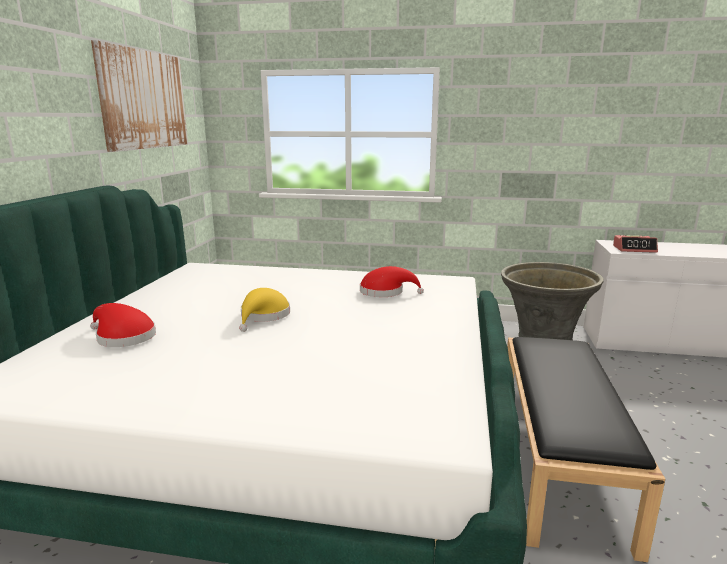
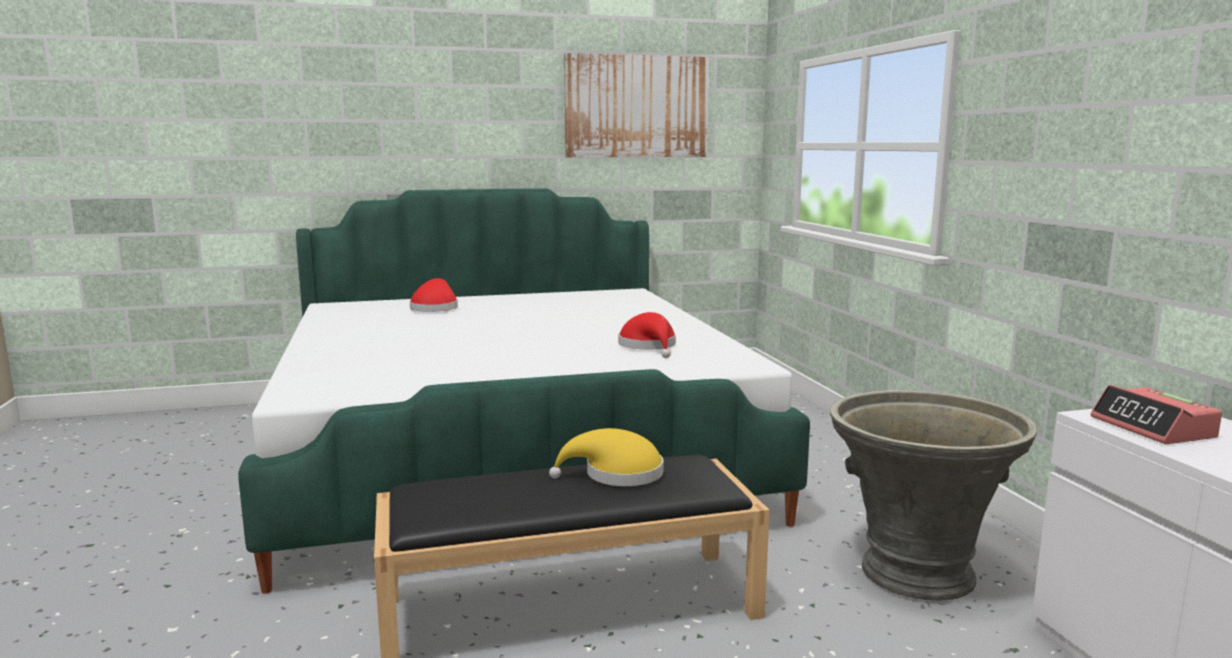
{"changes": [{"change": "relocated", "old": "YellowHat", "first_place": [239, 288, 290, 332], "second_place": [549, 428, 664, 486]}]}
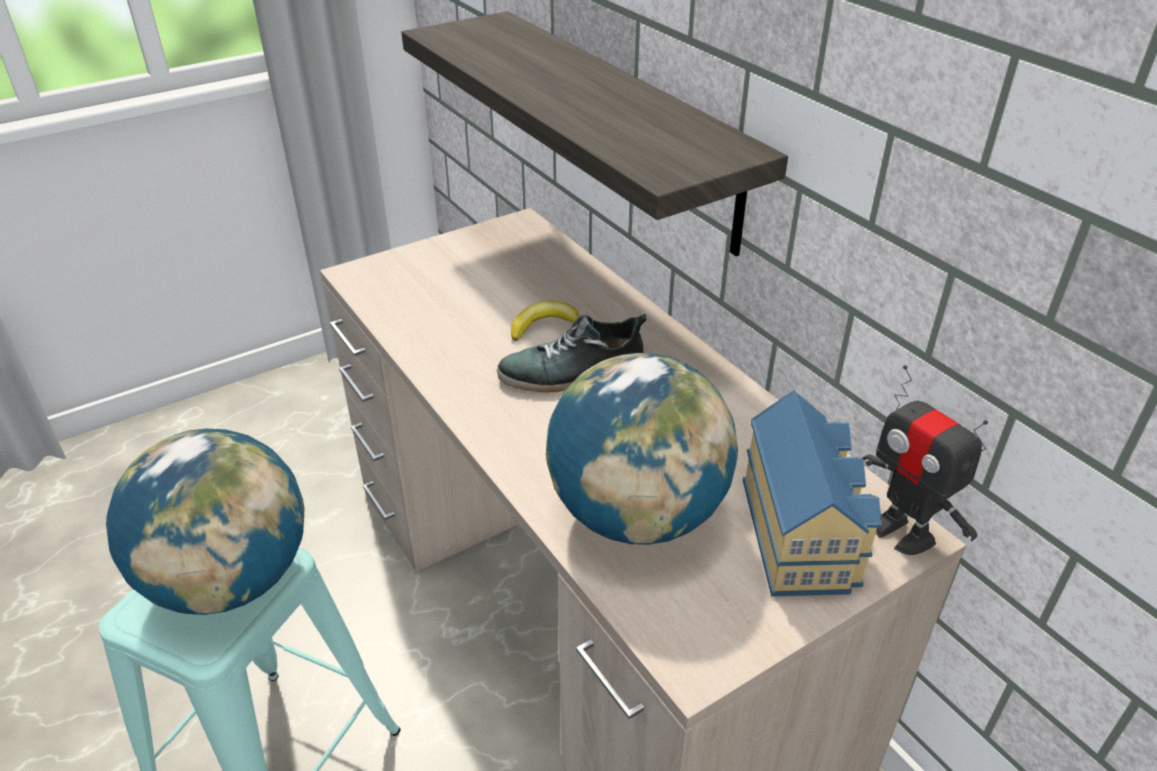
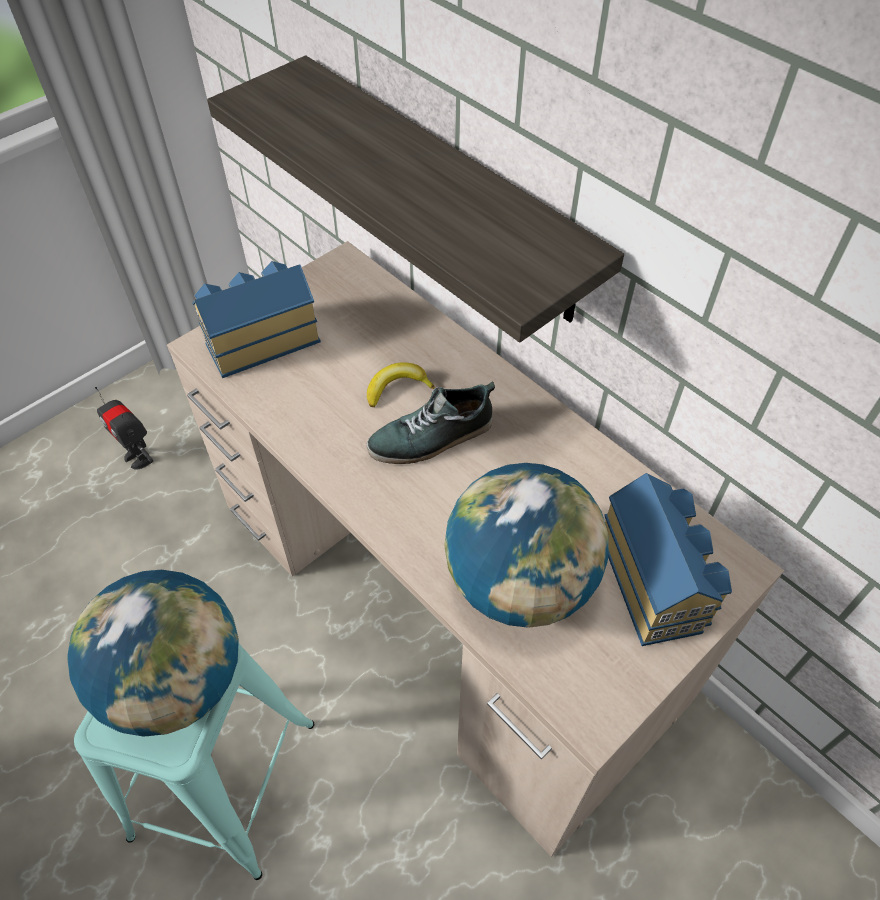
{"changes": [{"change": "appeared", "new": "ToyHouse", "second_place": [192, 261, 321, 378]}, {"change": "relocated", "old": "ToyRobot", "first_place": [862, 365, 988, 555], "second_place": [95, 387, 153, 470]}]}
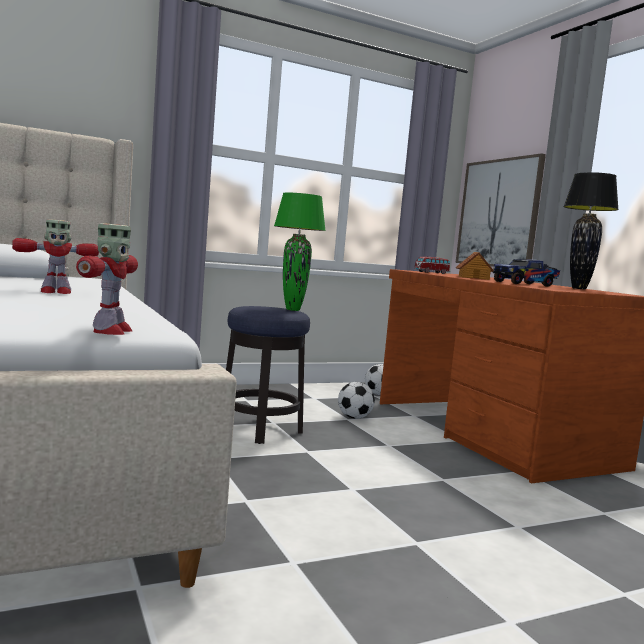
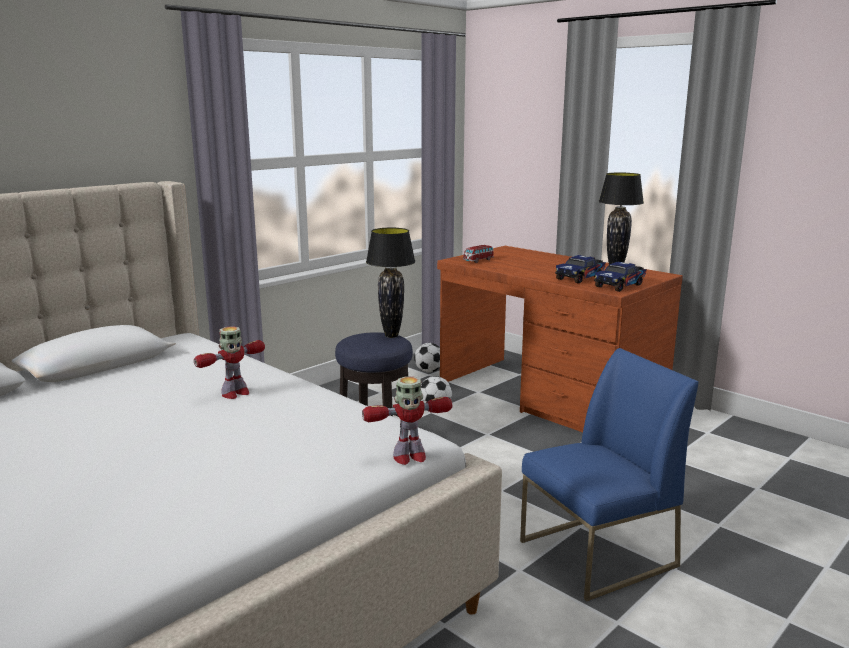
{"changes": [{"change": "missing", "old": "Picture", "first_place": [455, 153, 546, 267]}, {"change": "missing", "old": "ToyHouse", "first_place": [456, 252, 494, 280]}, {"change": "appeared", "new": "BlueChair", "second_place": [520, 348, 698, 601]}, {"change": "appeared", "new": "ToyTruck", "second_place": [594, 262, 647, 292]}, {"change": "colour", "old": "GreenTableLamp", "new": "BlackTableLamp", "first_place": [274, 192, 326, 311], "second_place": [366, 228, 415, 338]}, {"change": "spun", "old": "ToyRobot", "first_place": [76, 223, 138, 335], "second_place": [362, 376, 452, 465], "degrees": 90}]}
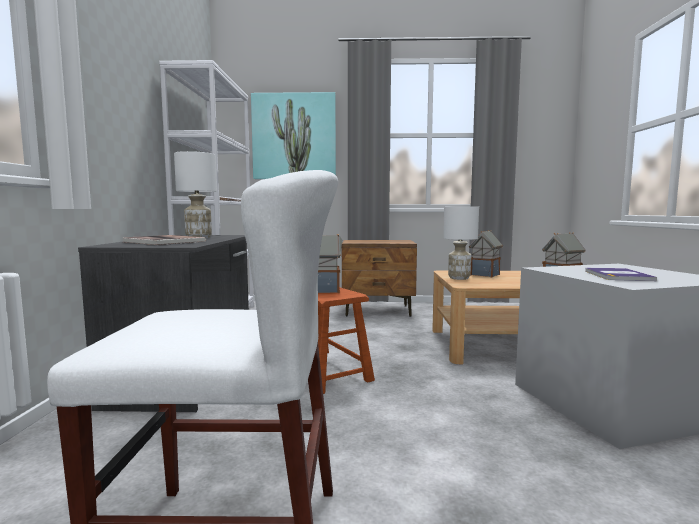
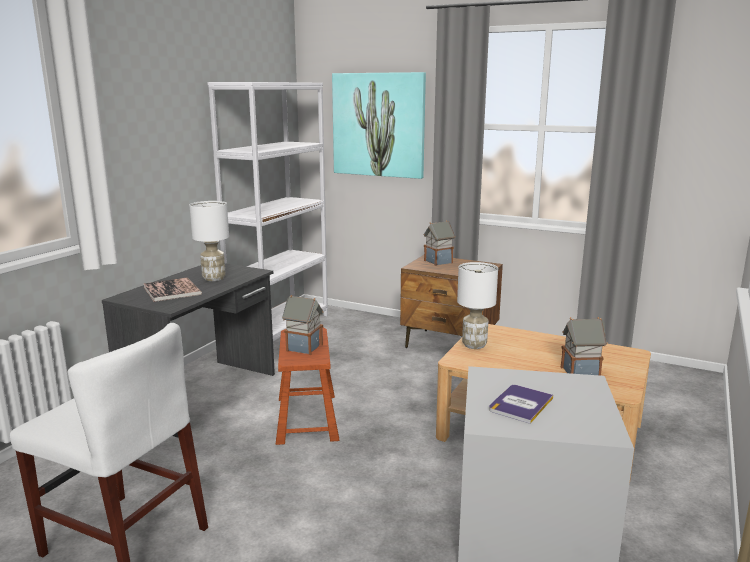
{"changes": [{"change": "relocated", "old": "ToyHouse", "first_place": [469, 230, 503, 278], "second_place": [423, 220, 456, 266]}]}
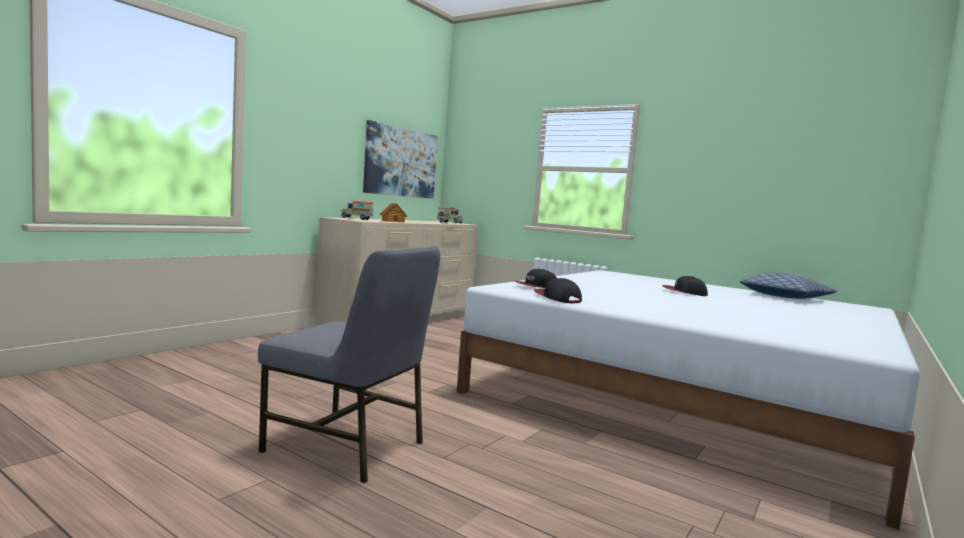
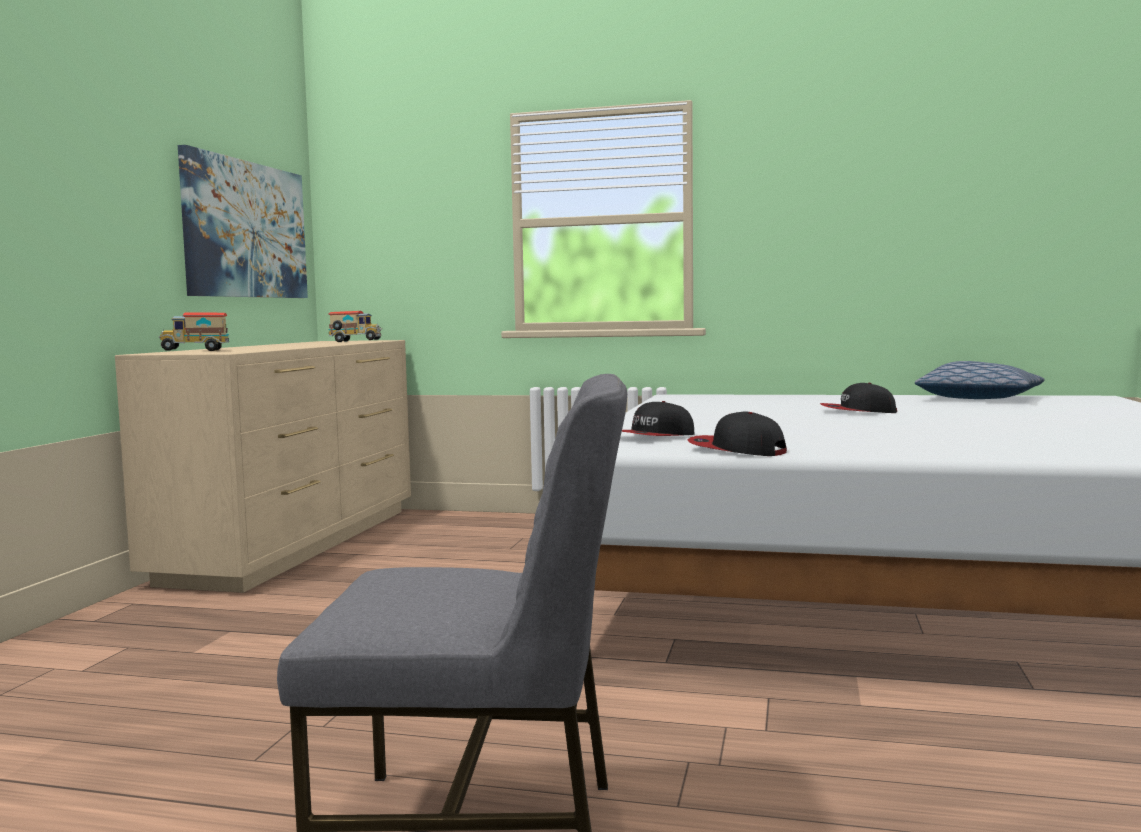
{"changes": [{"change": "missing", "old": "ToyHouse", "first_place": [380, 203, 407, 223]}]}
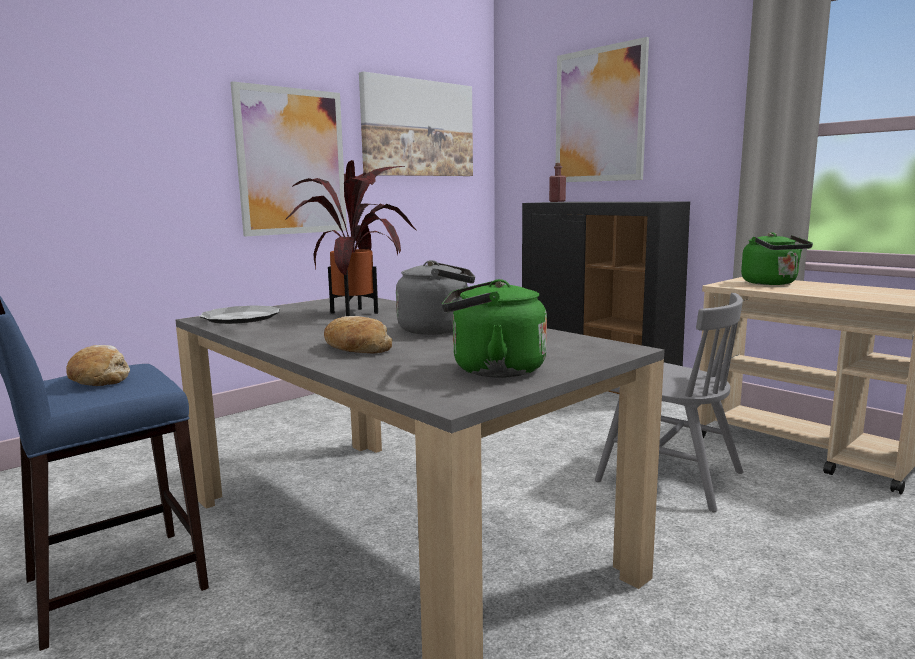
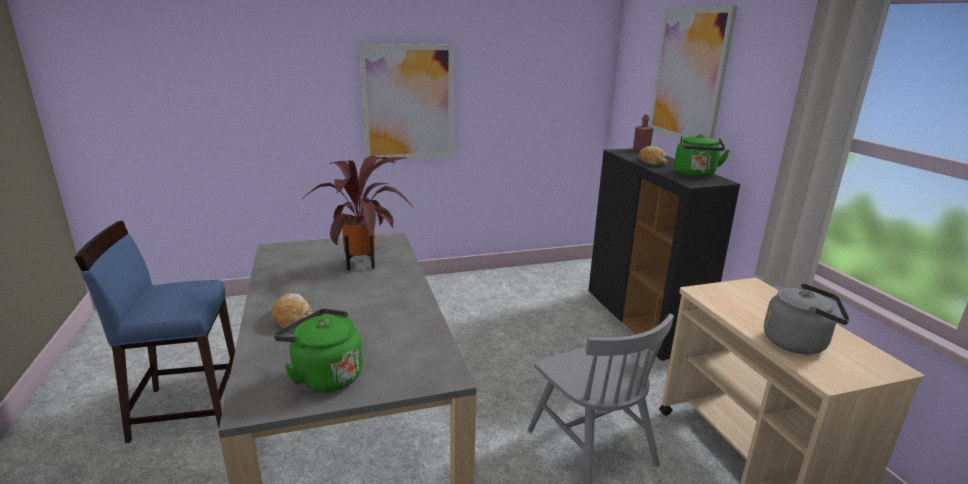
{"changes": [{"change": "missing", "old": "Plate", "first_place": [199, 305, 280, 324]}, {"change": "missing", "old": "Picture", "first_place": [359, 71, 473, 176]}, {"change": "relocated", "old": "Bread", "first_place": [66, 345, 130, 386], "second_place": [639, 146, 667, 166]}, {"change": "relocated", "old": "GreyKettle", "first_place": [396, 260, 475, 335], "second_place": [764, 284, 850, 354]}, {"change": "relocated", "old": "GreenKettle", "first_place": [741, 232, 813, 285], "second_place": [674, 134, 730, 177]}]}
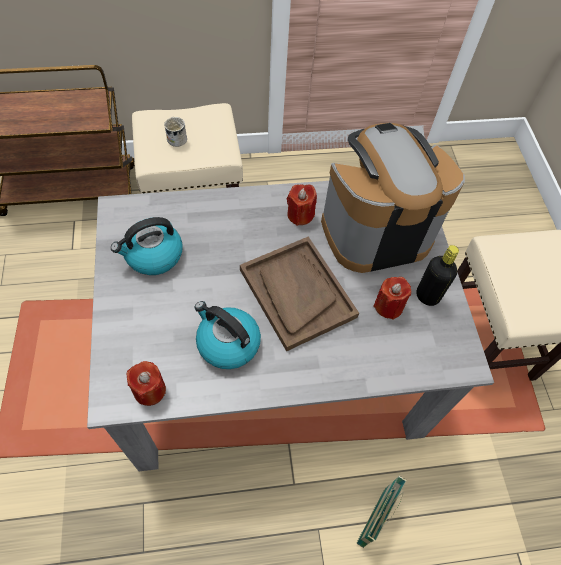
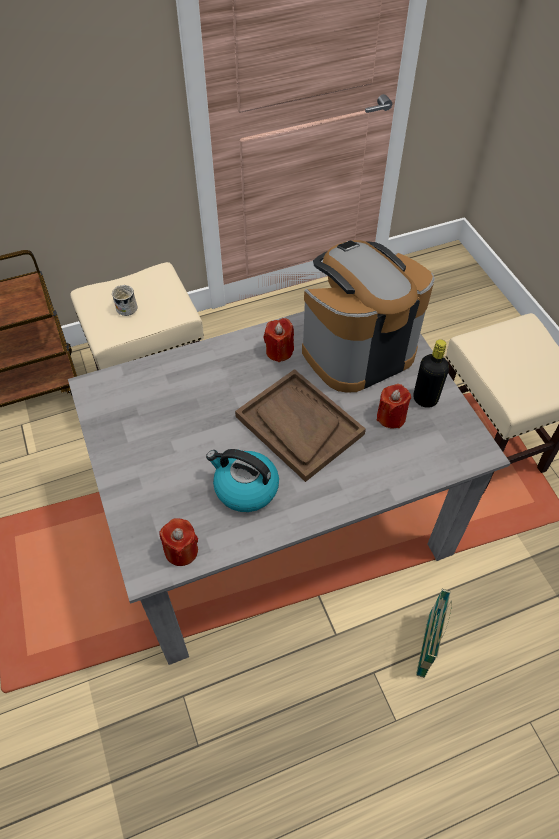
{"changes": [{"change": "missing", "old": "Kettle", "first_place": [111, 217, 183, 275]}]}
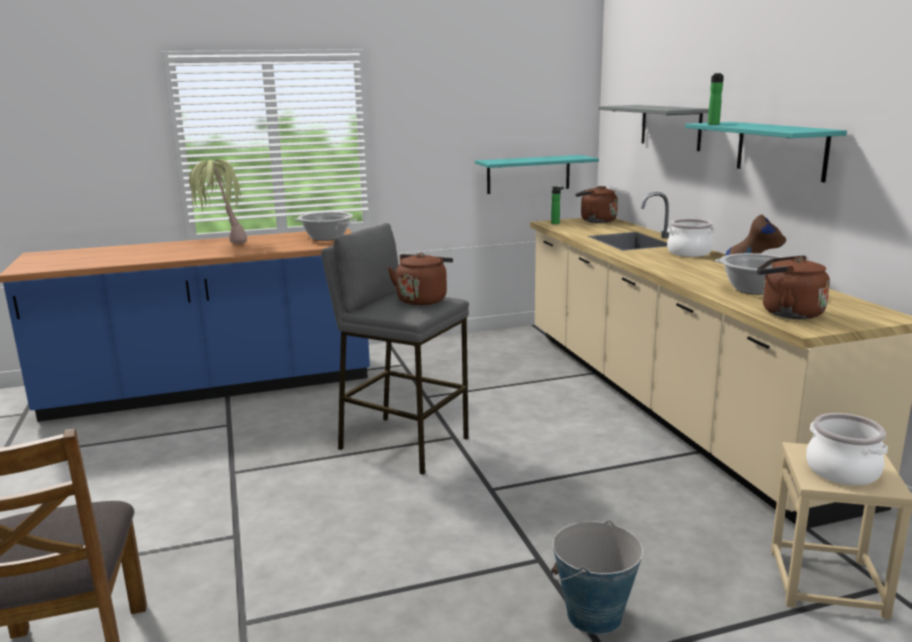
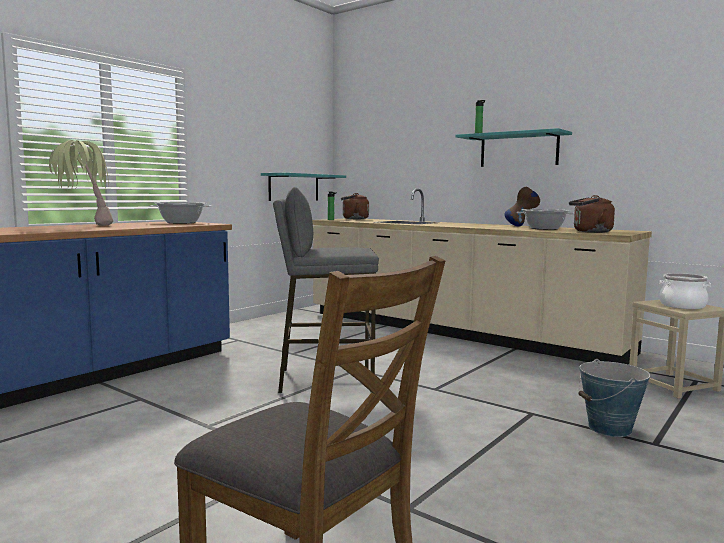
{"changes": [{"change": "missing", "old": "BrownKettle", "first_place": [388, 253, 453, 305]}, {"change": "missing", "old": "GreyShelf", "first_place": [598, 105, 709, 151]}, {"change": "missing", "old": "CookingPot", "first_place": [667, 219, 715, 257]}]}
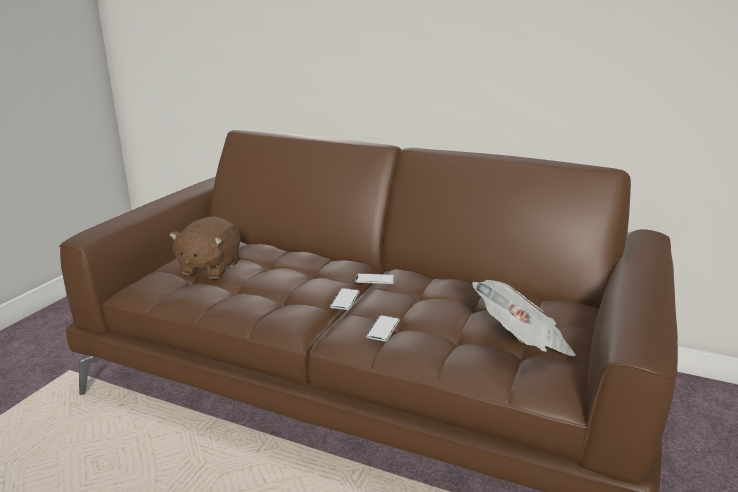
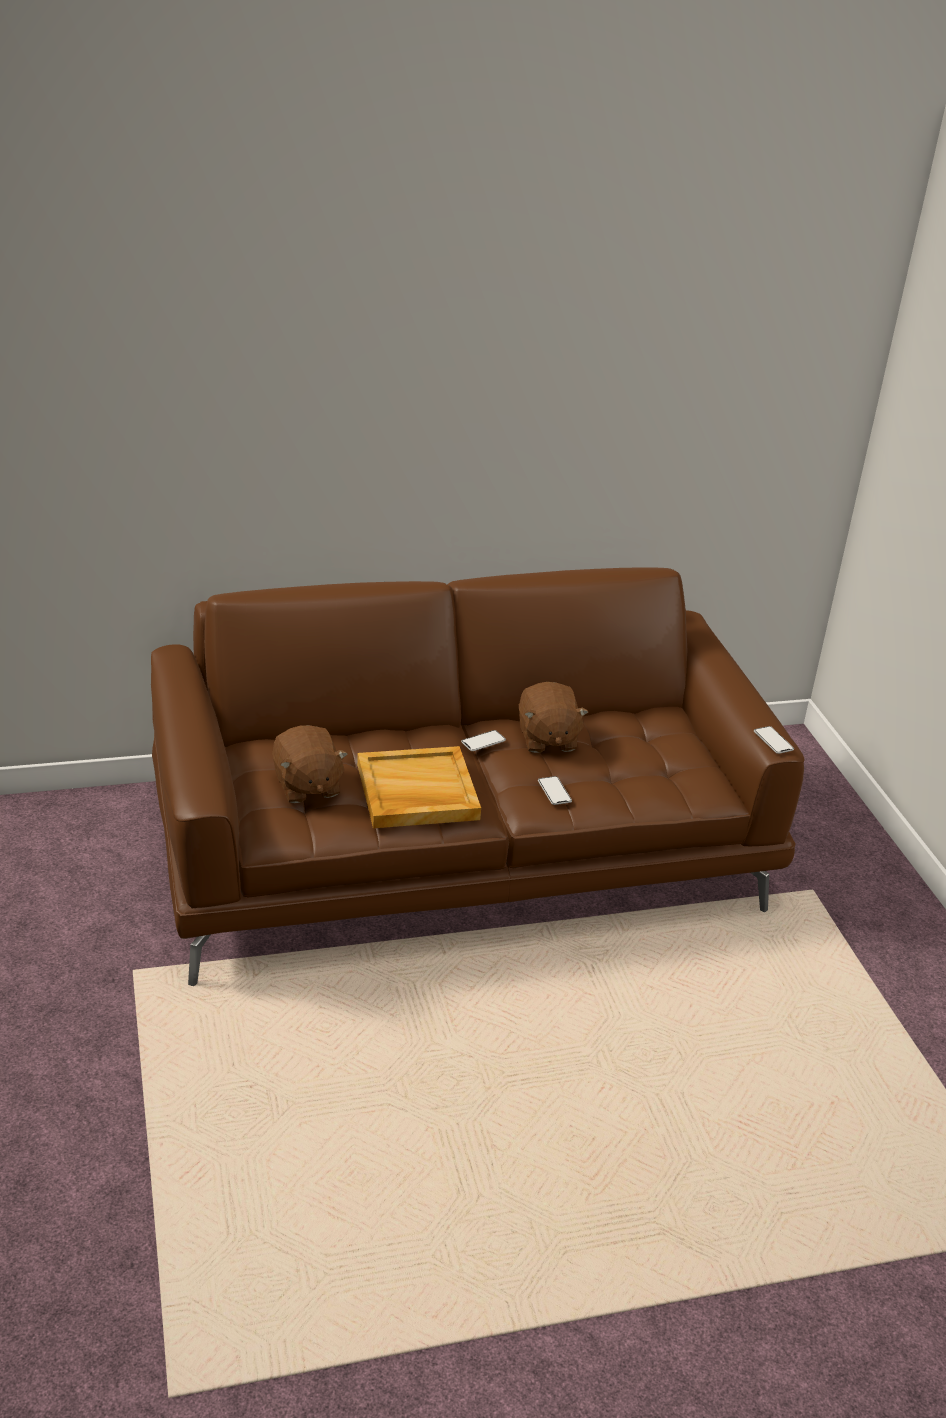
{"changes": [{"change": "missing", "old": "Newspaper", "first_place": [472, 280, 576, 356]}, {"change": "appeared", "new": "BeigeTray", "second_place": [357, 746, 481, 828]}, {"change": "appeared", "new": "BrownPlushToy", "second_place": [519, 682, 588, 753]}, {"change": "relocated", "old": "Phone", "first_place": [330, 288, 360, 310], "second_place": [754, 726, 794, 754]}]}
